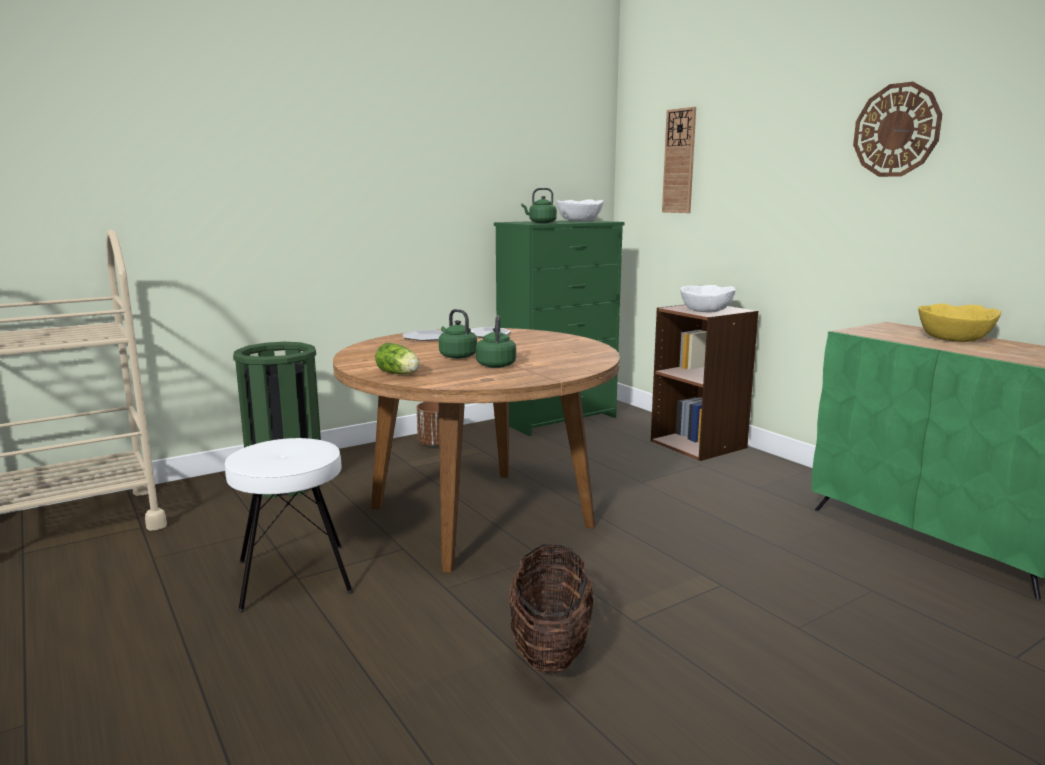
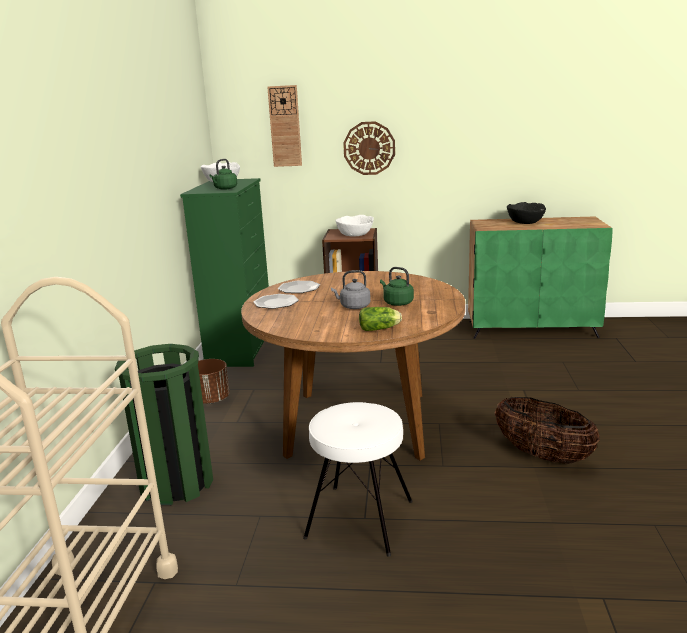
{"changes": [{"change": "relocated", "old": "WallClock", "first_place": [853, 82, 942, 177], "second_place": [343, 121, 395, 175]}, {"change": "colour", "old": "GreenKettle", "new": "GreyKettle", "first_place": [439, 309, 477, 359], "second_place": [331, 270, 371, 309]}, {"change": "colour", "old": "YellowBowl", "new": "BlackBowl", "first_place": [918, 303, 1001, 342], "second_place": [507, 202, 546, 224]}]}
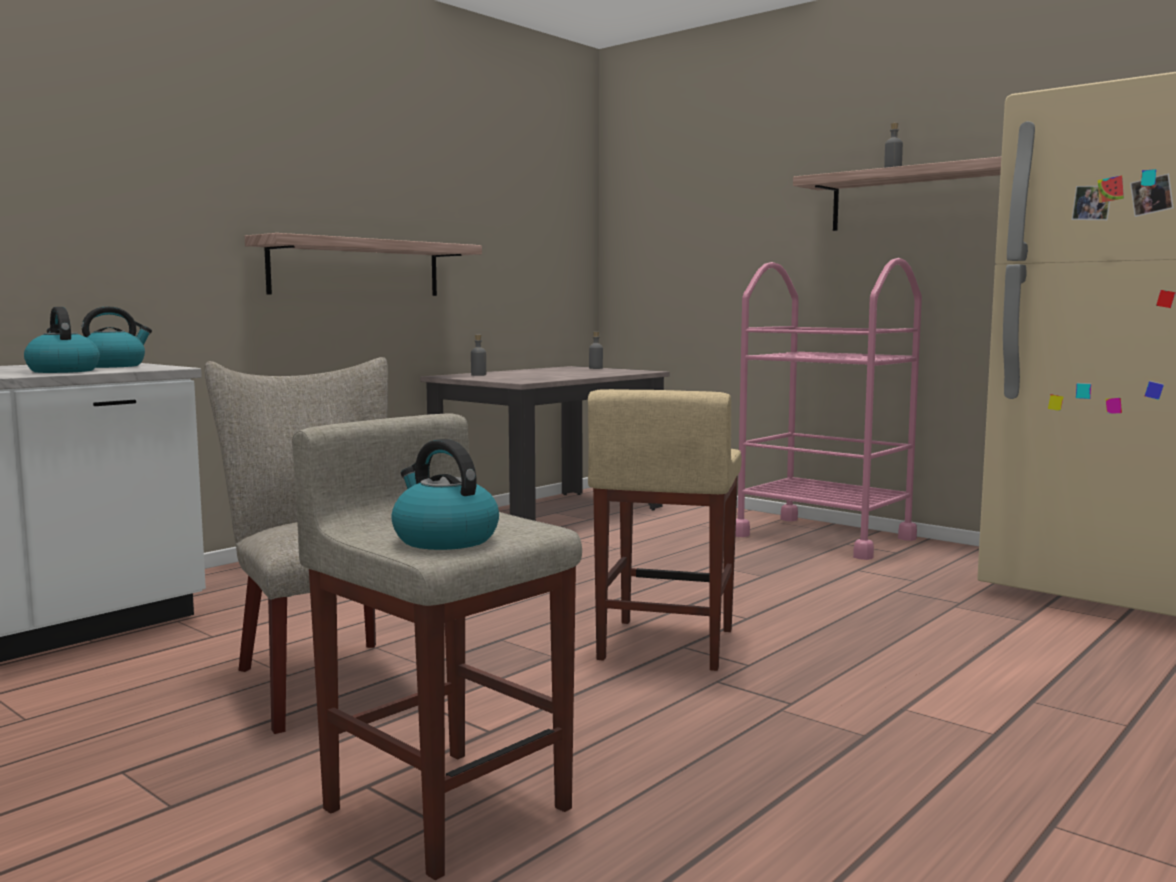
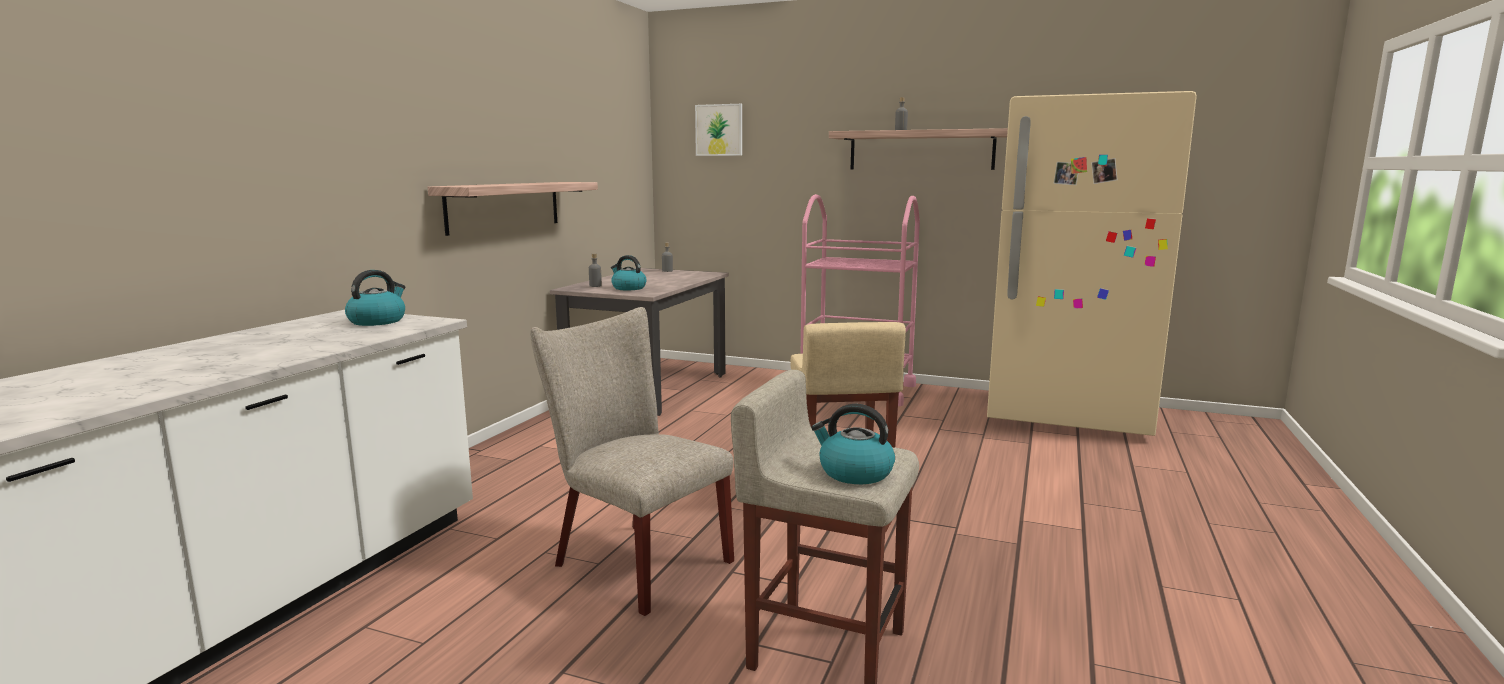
{"changes": [{"change": "appeared", "new": "Picture", "second_place": [695, 104, 742, 156]}, {"change": "relocated", "old": "Kettle", "first_place": [24, 307, 100, 373], "second_place": [611, 255, 647, 290]}]}
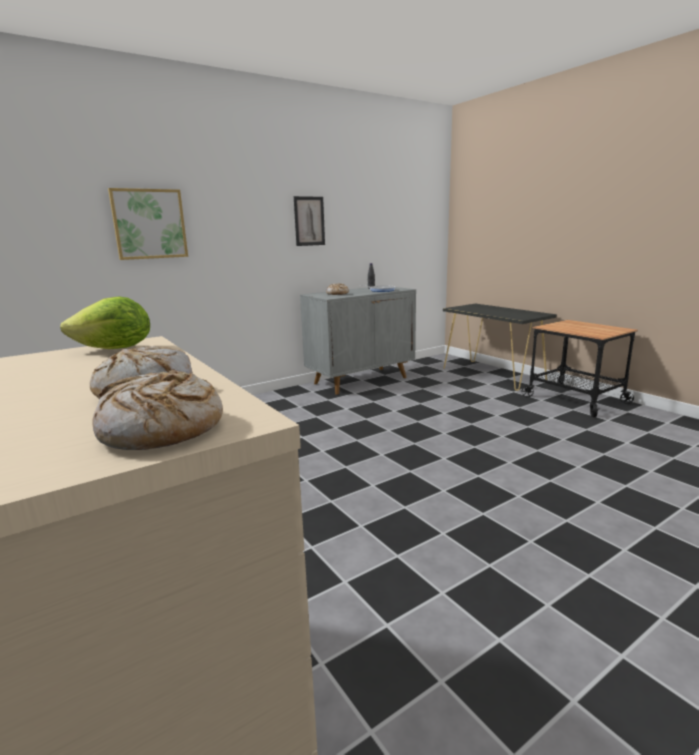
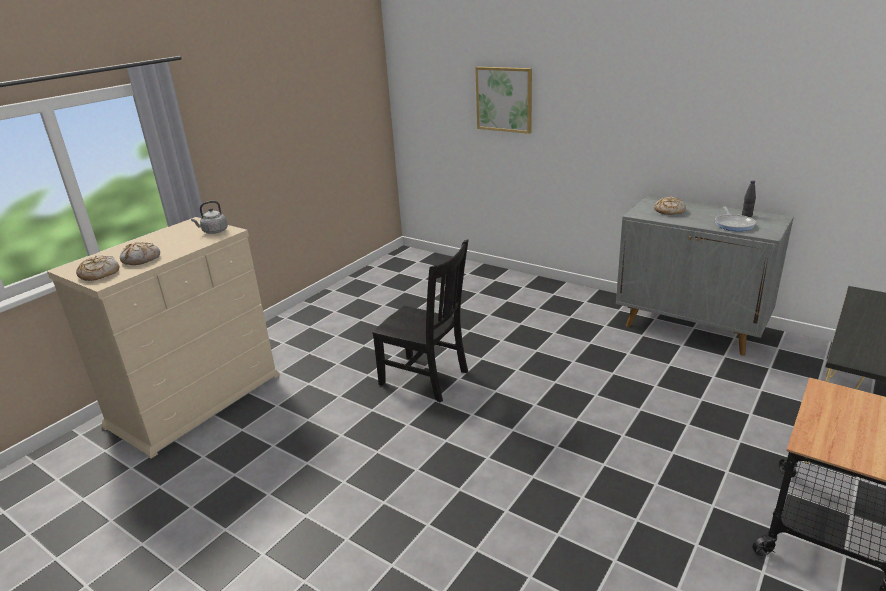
{"changes": [{"change": "missing", "old": "Picture", "first_place": [294, 196, 325, 246]}, {"change": "appeared", "new": "BlackChair", "second_place": [372, 240, 469, 402]}, {"change": "exchanged", "old": "Lettuce", "new": "GreyKettle", "first_place": [60, 296, 150, 349], "second_place": [191, 201, 228, 234]}]}
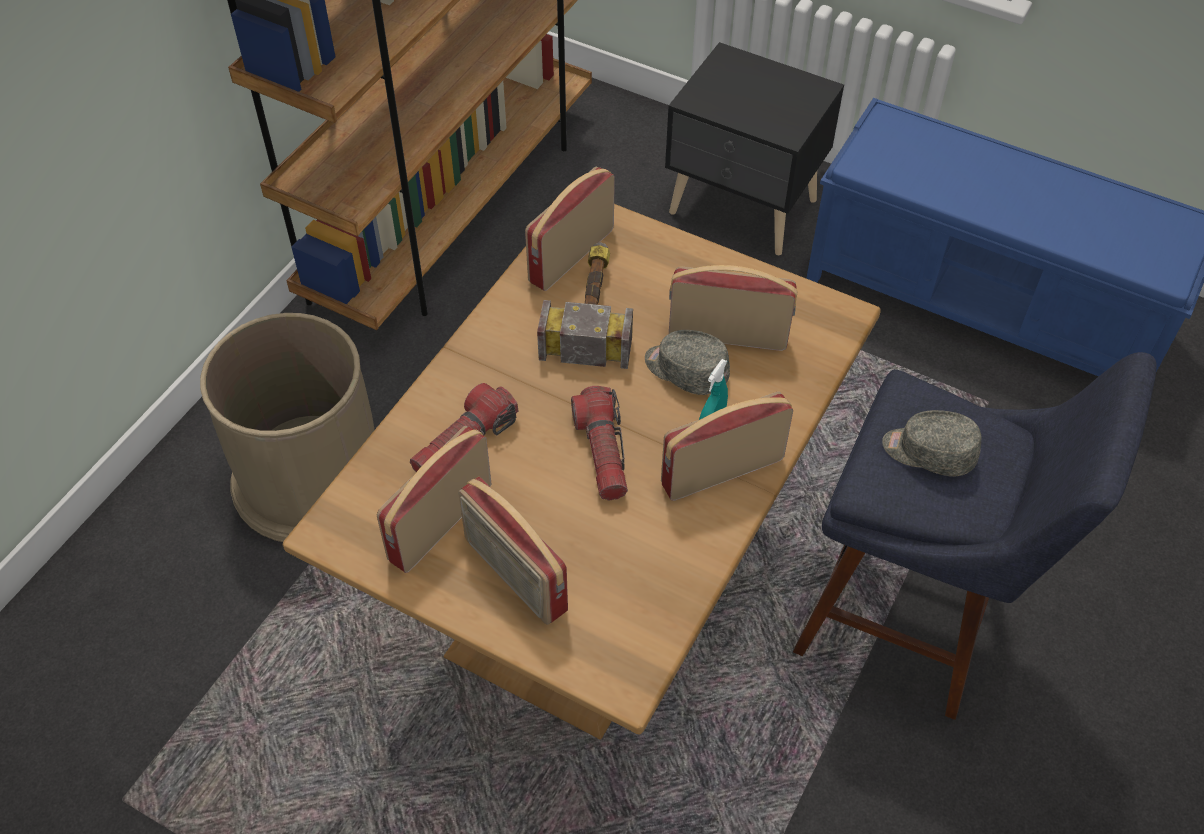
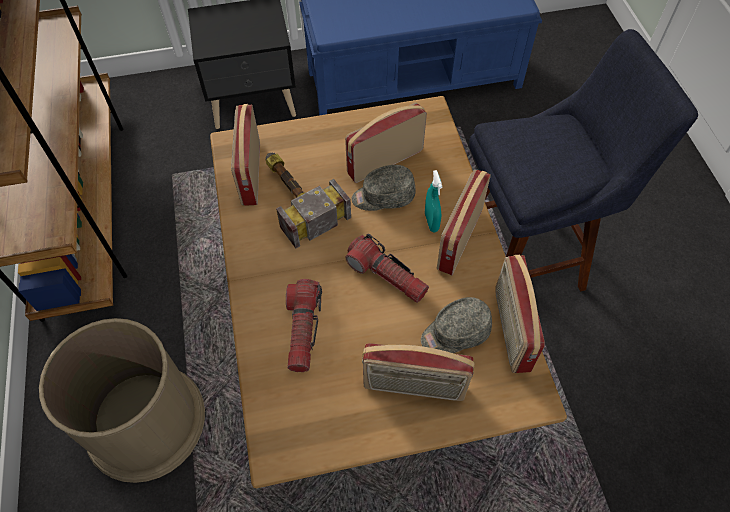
{"changes": [{"change": "relocated", "old": "Radio", "first_place": [377, 426, 491, 573], "second_place": [495, 255, 545, 373]}, {"change": "relocated", "old": "GreyCap", "first_place": [882, 410, 981, 476], "second_place": [421, 297, 492, 353]}]}
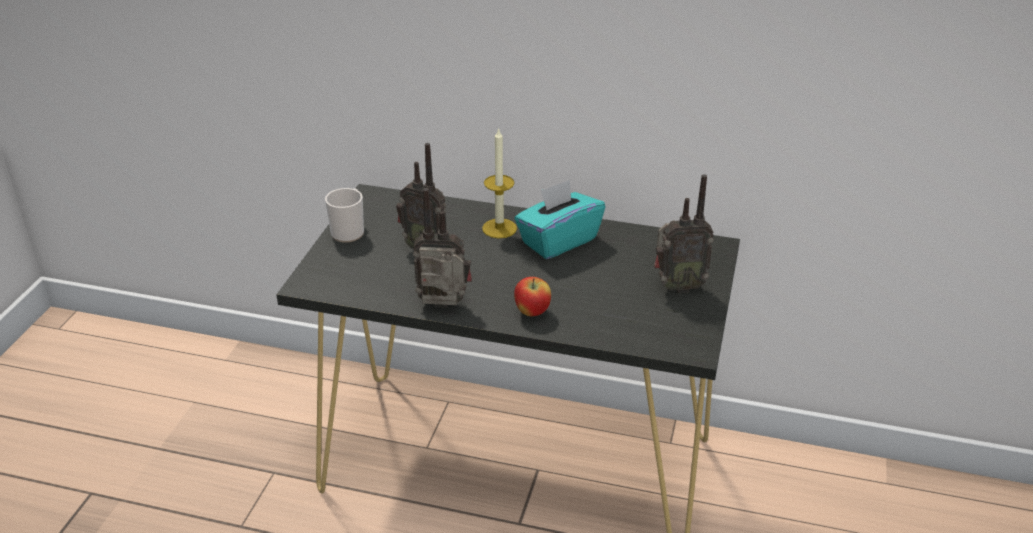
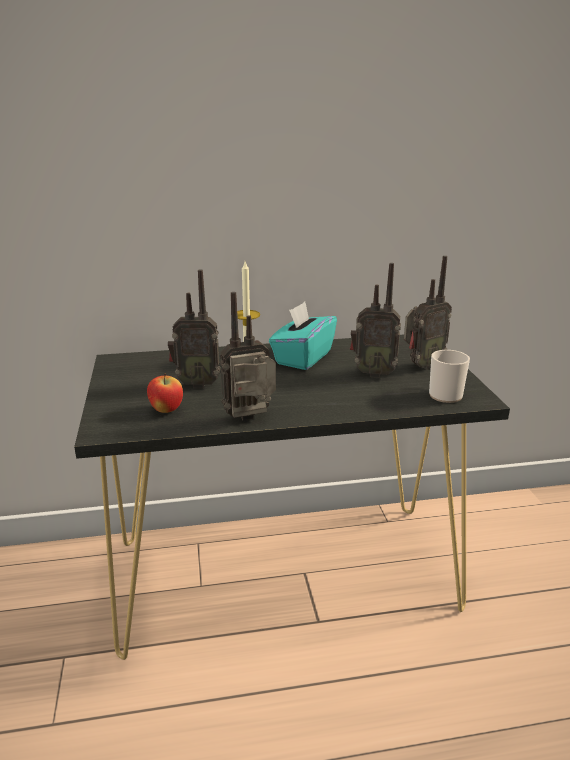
{"changes": [{"change": "appeared", "new": "Radio", "second_place": [350, 263, 401, 378]}, {"change": "relocated", "old": "Mug", "first_place": [325, 188, 364, 243], "second_place": [429, 350, 470, 403]}, {"change": "relocated", "old": "Apple", "first_place": [514, 277, 551, 316], "second_place": [147, 373, 183, 413]}]}
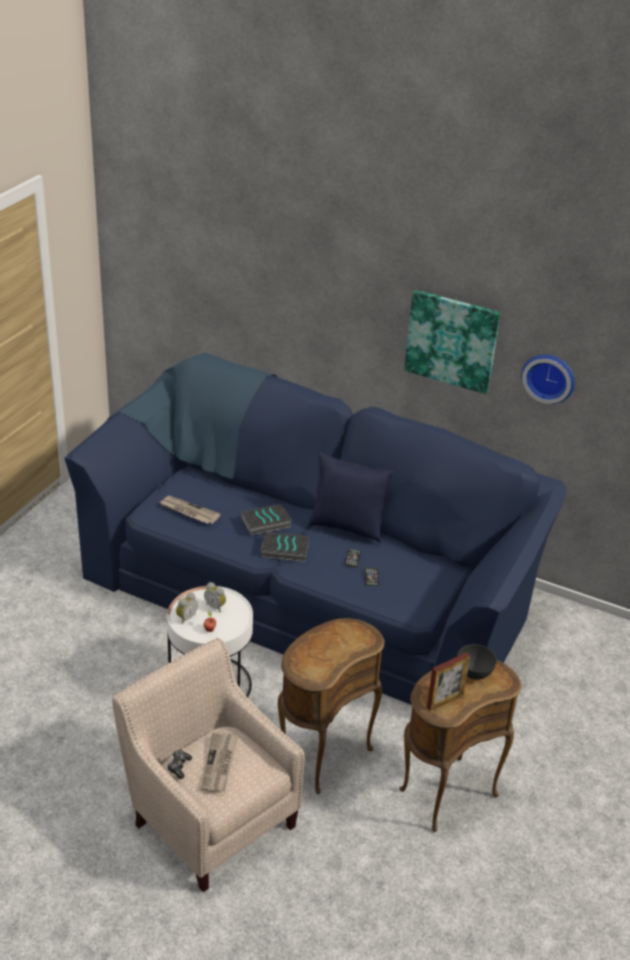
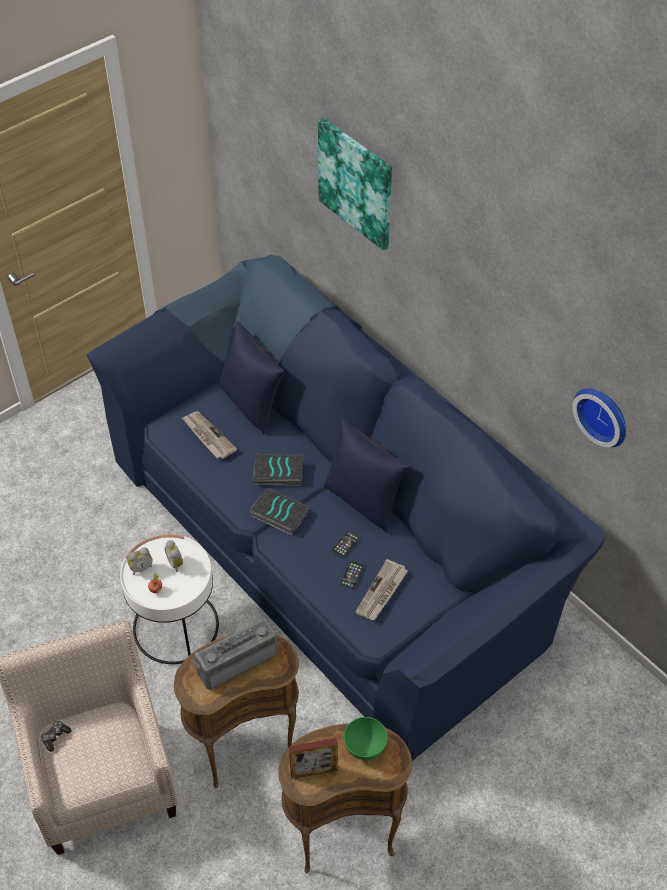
{"changes": [{"change": "appeared", "new": "Radio", "second_place": [191, 618, 278, 690]}, {"change": "appeared", "new": "BluePillow", "second_place": [220, 321, 284, 434]}, {"change": "relocated", "old": "Newspaper", "first_place": [201, 732, 238, 793], "second_place": [355, 559, 408, 620]}, {"change": "relocated", "old": "Picture", "first_place": [404, 290, 501, 394], "second_place": [318, 117, 392, 251]}, {"change": "colour", "old": "GreyBowl", "new": "GreenBowl", "first_place": [457, 644, 497, 680], "second_place": [344, 717, 388, 760]}]}
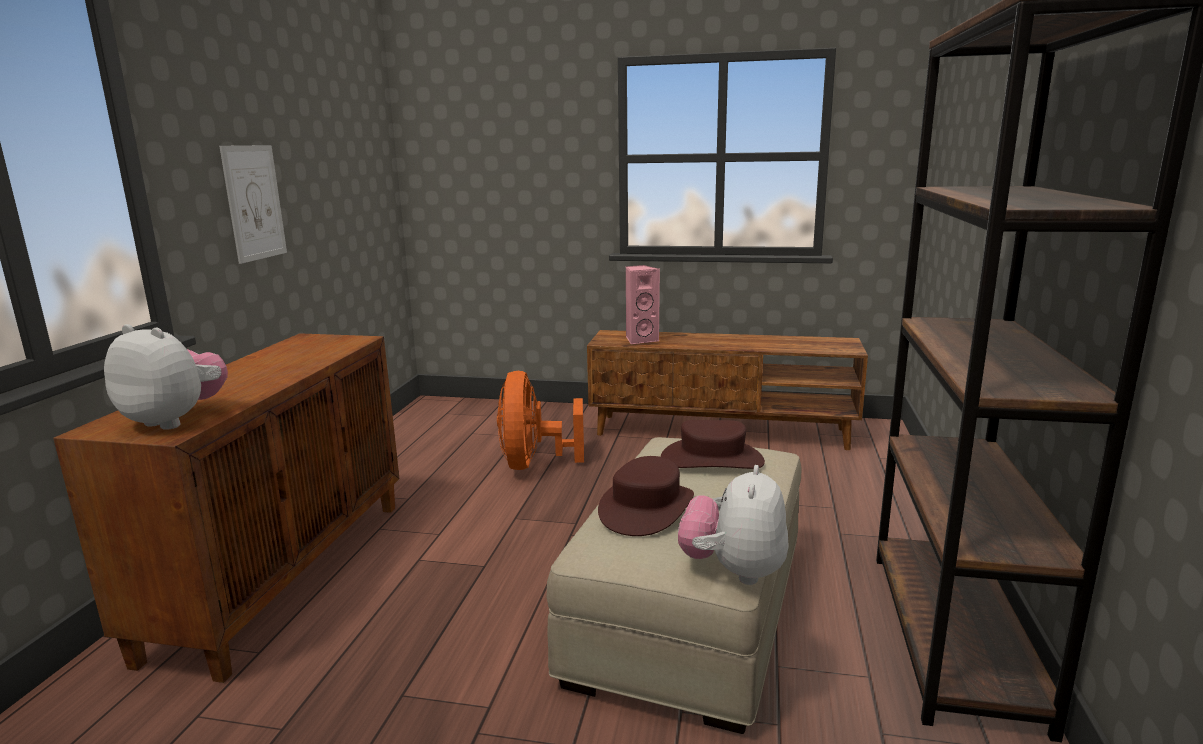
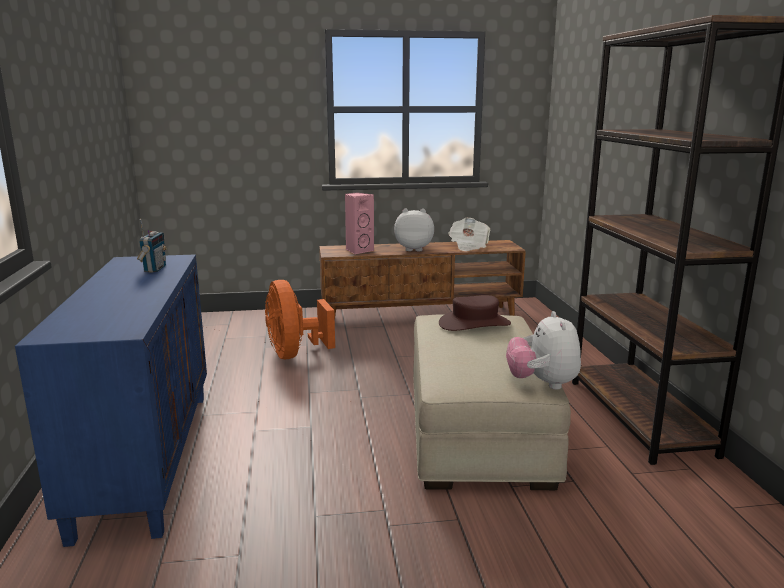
{"changes": [{"change": "missing", "old": "Picture", "first_place": [219, 145, 287, 264]}, {"change": "missing", "old": "BrownHat", "first_place": [598, 456, 694, 536]}, {"change": "appeared", "new": "Radio", "second_place": [137, 219, 167, 273]}, {"change": "appeared", "new": "Newspaper", "second_place": [448, 218, 491, 251]}, {"change": "relocated", "old": "PlushToy", "first_place": [104, 324, 228, 430], "second_place": [394, 208, 434, 251]}, {"change": "colour", "old": "BrownCabinet", "new": "BlueCabinet", "first_place": [53, 333, 400, 683], "second_place": [15, 254, 207, 547]}]}
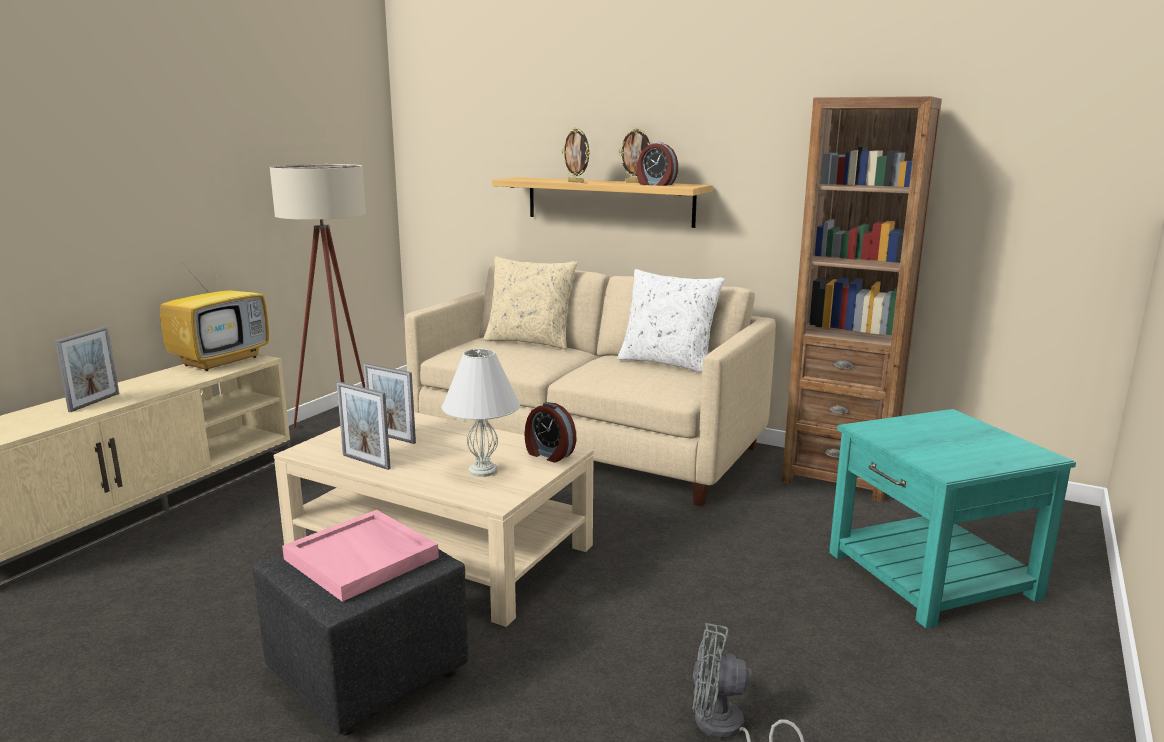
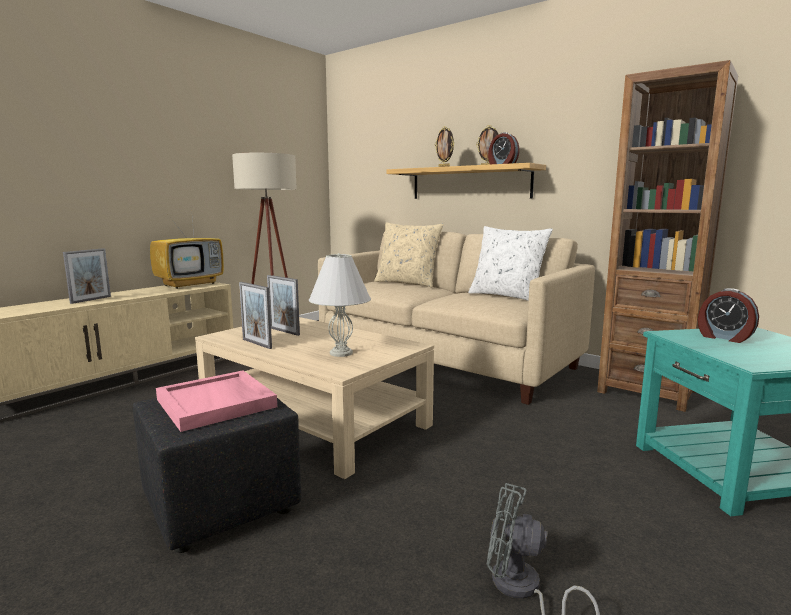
{"changes": [{"change": "relocated", "old": "AlarmClock", "first_place": [524, 402, 576, 462], "second_place": [698, 288, 759, 343]}]}
